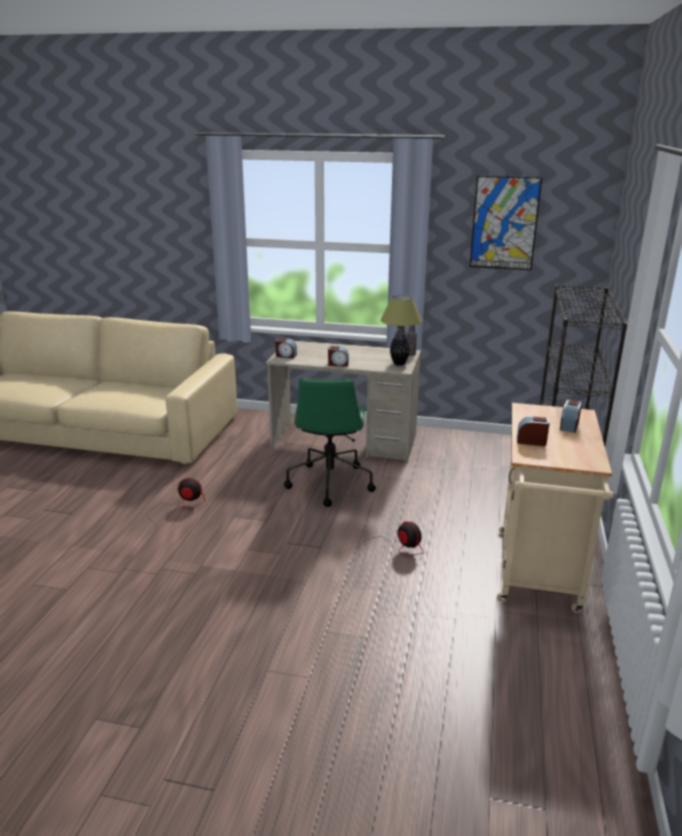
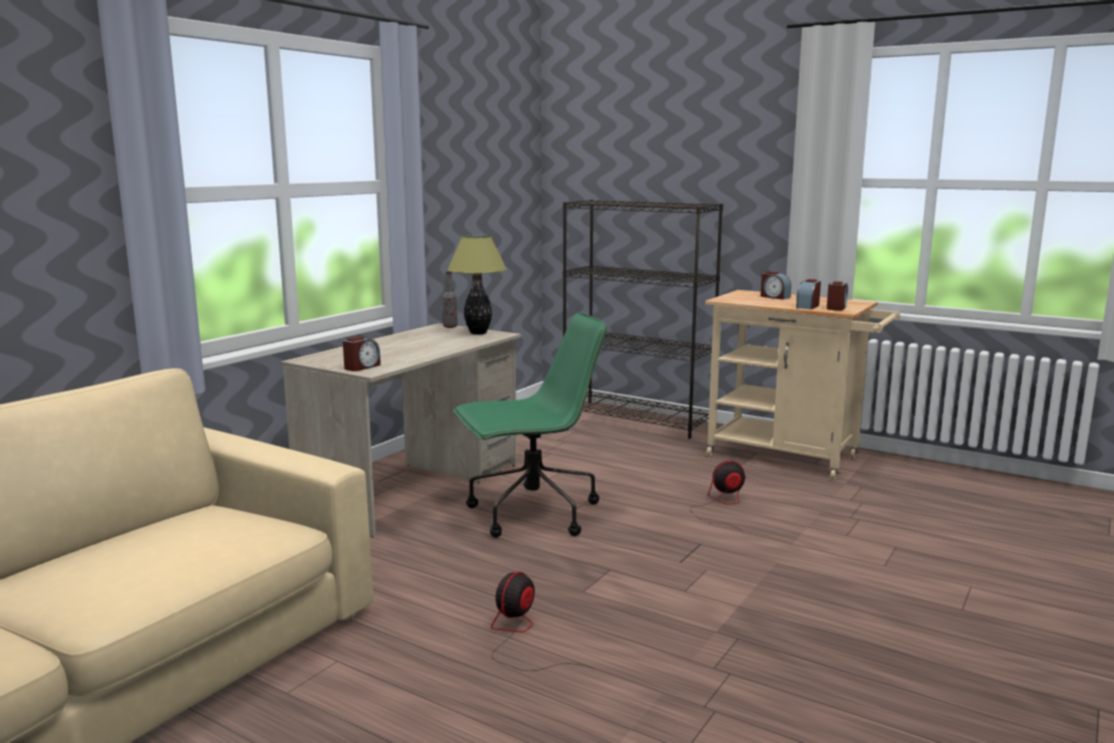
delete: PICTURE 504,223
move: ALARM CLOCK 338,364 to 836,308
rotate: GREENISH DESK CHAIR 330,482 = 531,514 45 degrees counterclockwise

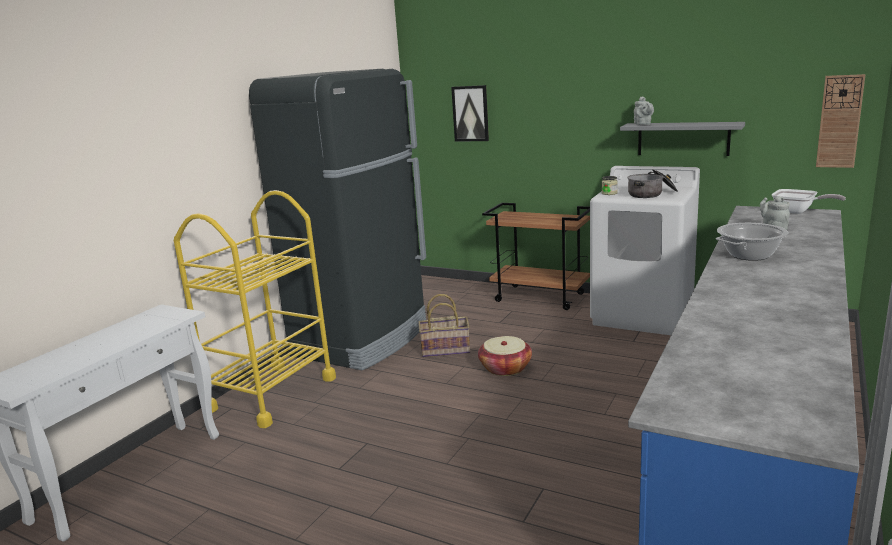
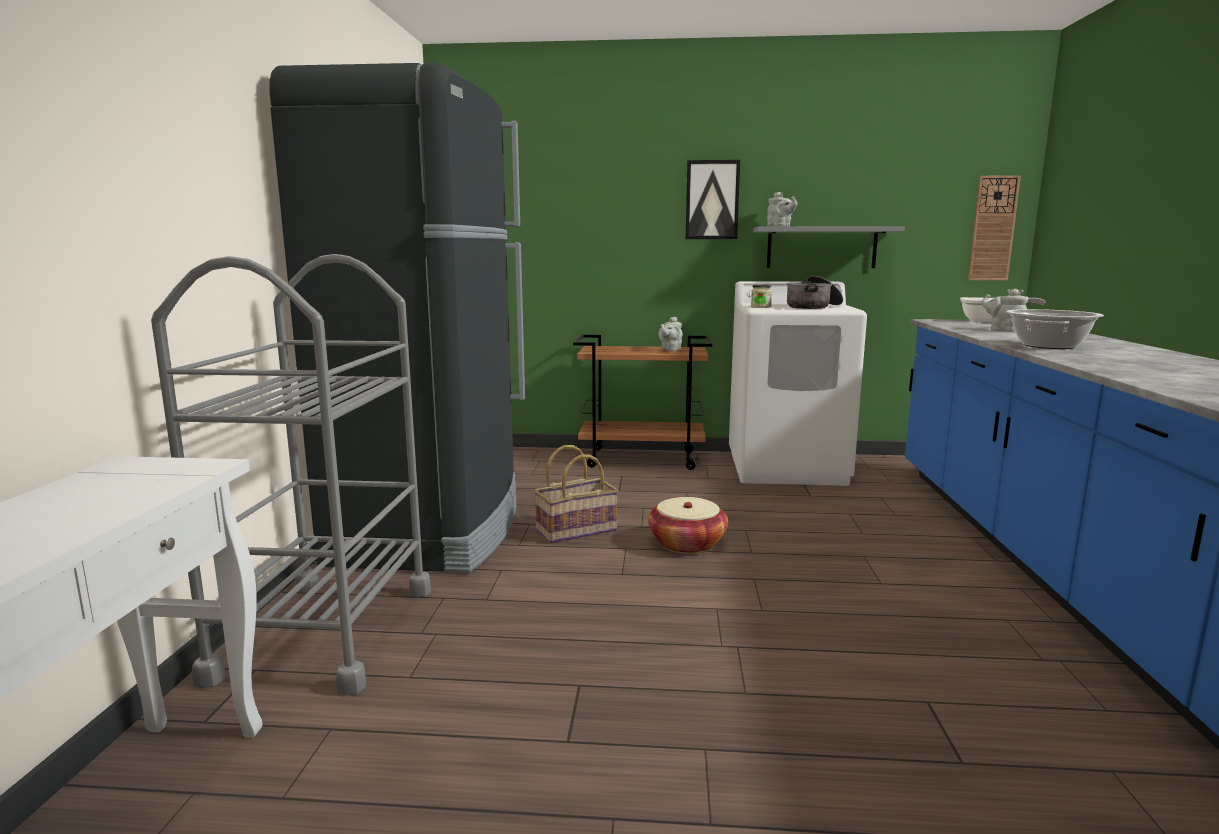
insert: GREY POT FOR TEA 670,350
move: PICTURE 470,113 to 712,200
recolor: YELLOWISH CART 272,394 to GREY CART 326,632

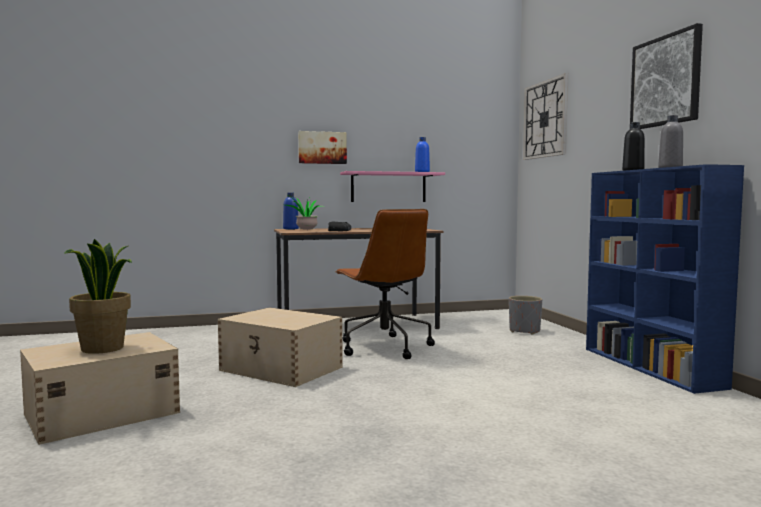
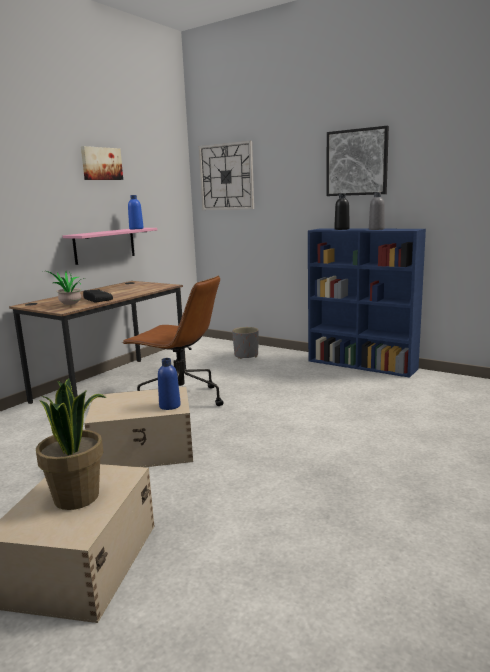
move: BLUE-COLOURED BOTTLE 290,228 to 170,406; PICTURE 322,147 to 101,163

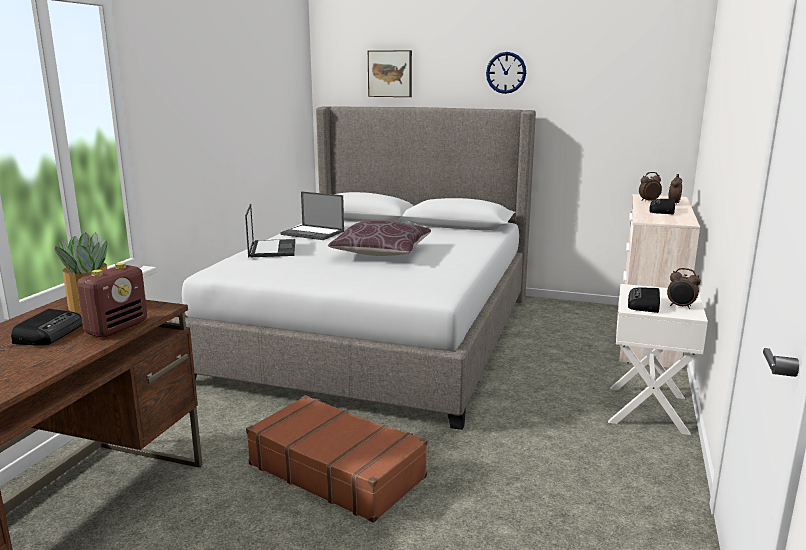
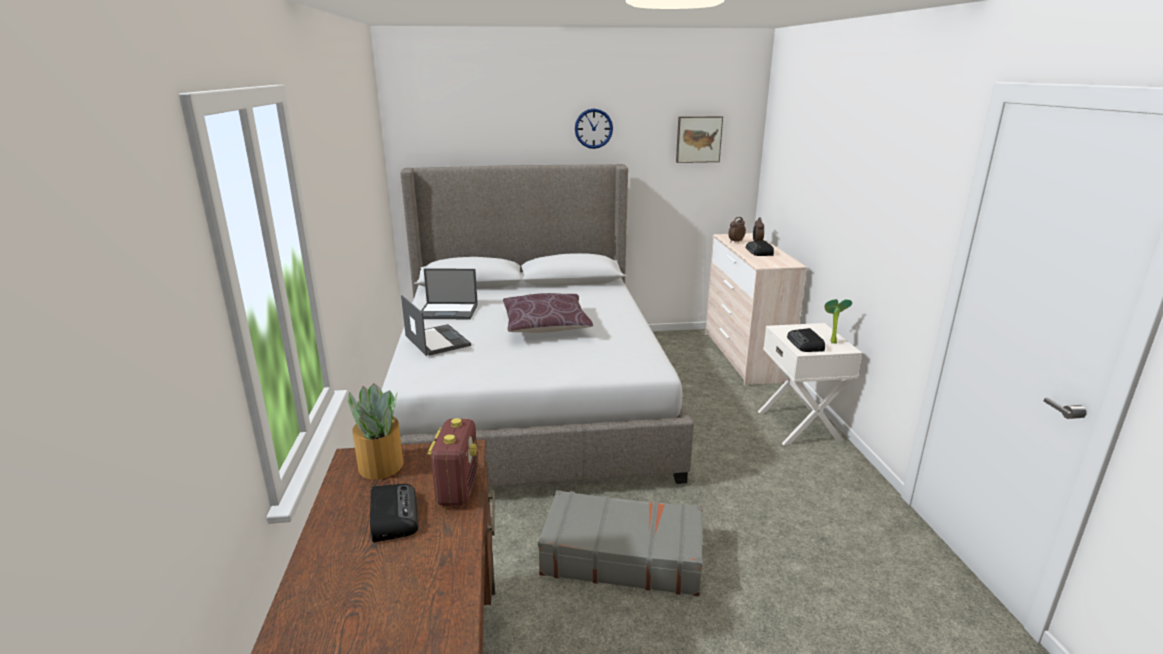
move: PICTURE 390,73 to 698,139
replace: ALARM CLOCK 681,307 to HOUSEPLANT 831,342
recolor: BROWNISH SUITCASE 337,470 to GREY SUITCASE 622,555

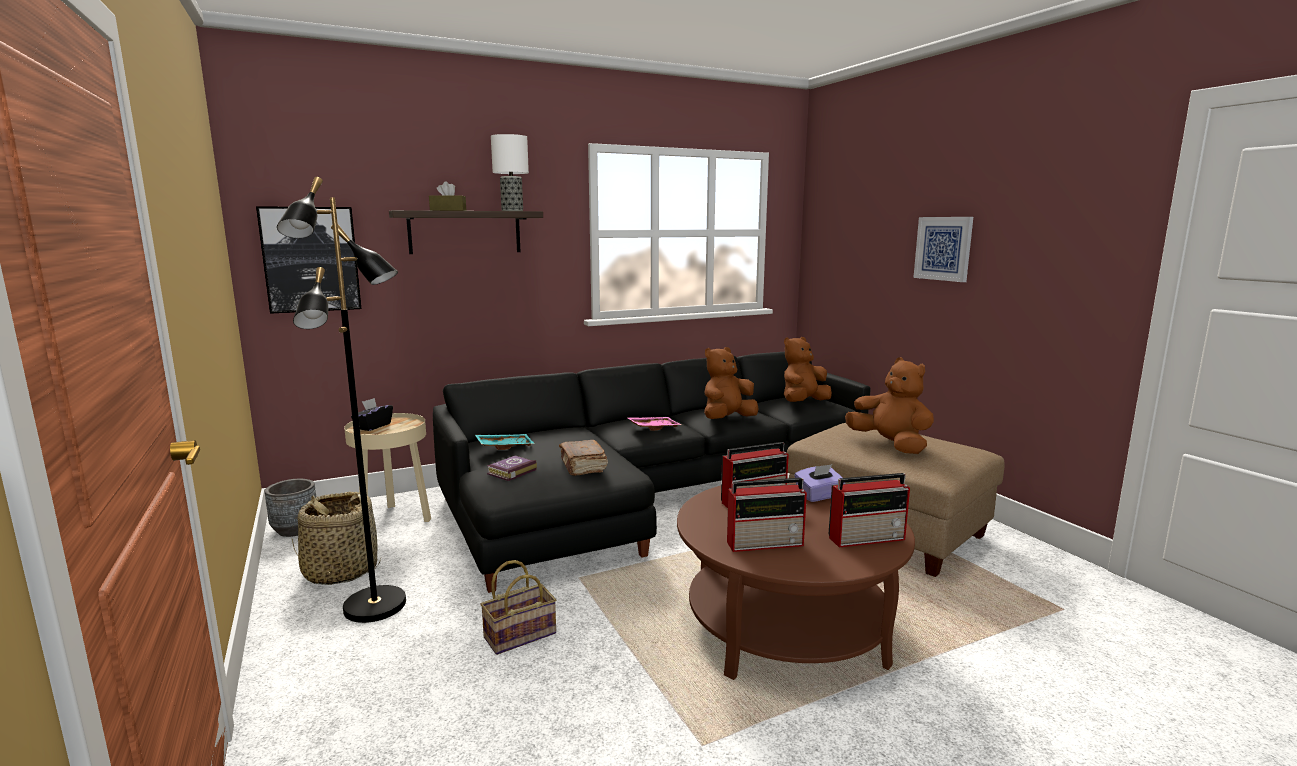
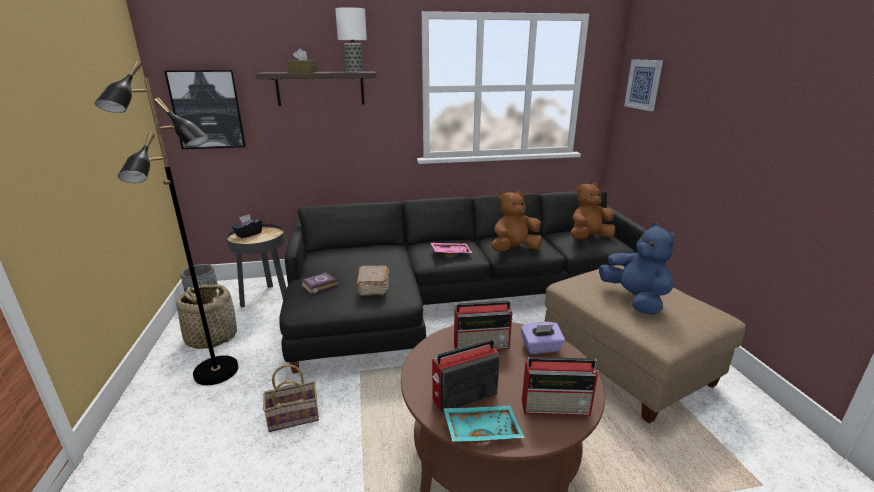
move: BLUE-GREEN SERVING TRAY 504,446 to 482,430; PICTURE 943,248 to 643,84
recolor: BEIGE END TABLE 394,519 to BLACKISH END TABLE 267,297; BROWNISH PLUSH TOY 890,445 to BLUE-COLOURED PLUSH TOY 634,299
rotate: RADIO RECEIVER 766,543 = 463,396 150 degrees clockwise

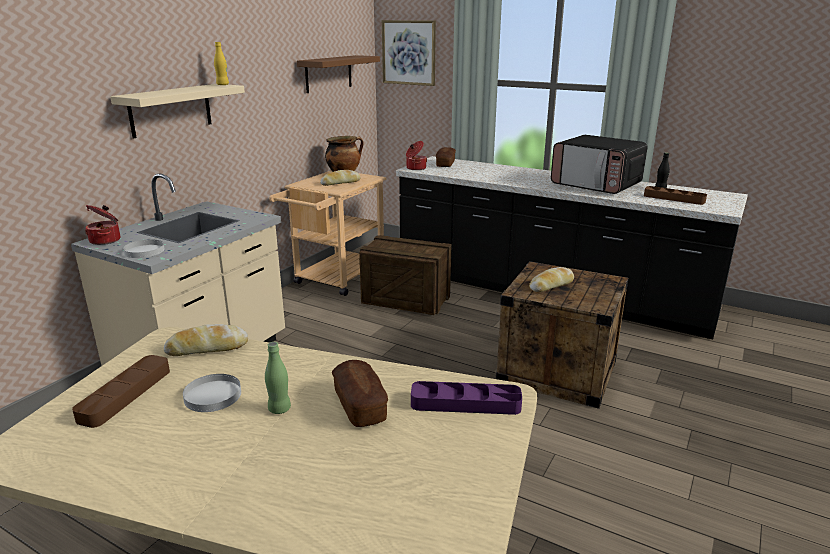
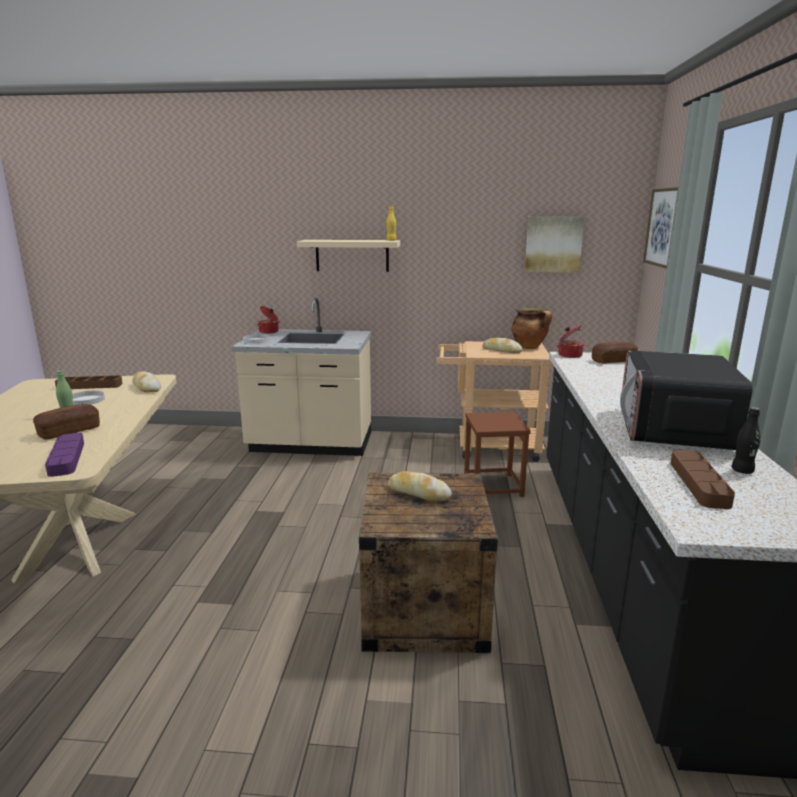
replace: BROWNISH BRACKET SHELF 328,73 to PICTURE 553,244; SHIPPING CRATE 405,299 to BROWNISH SITTING STOOL 492,486

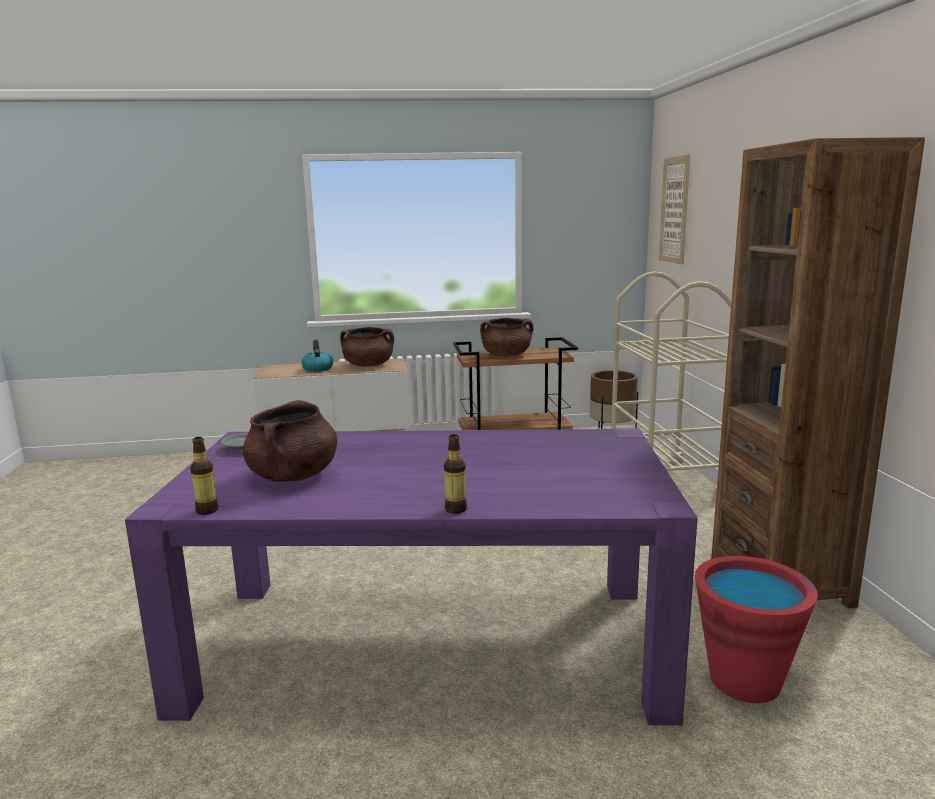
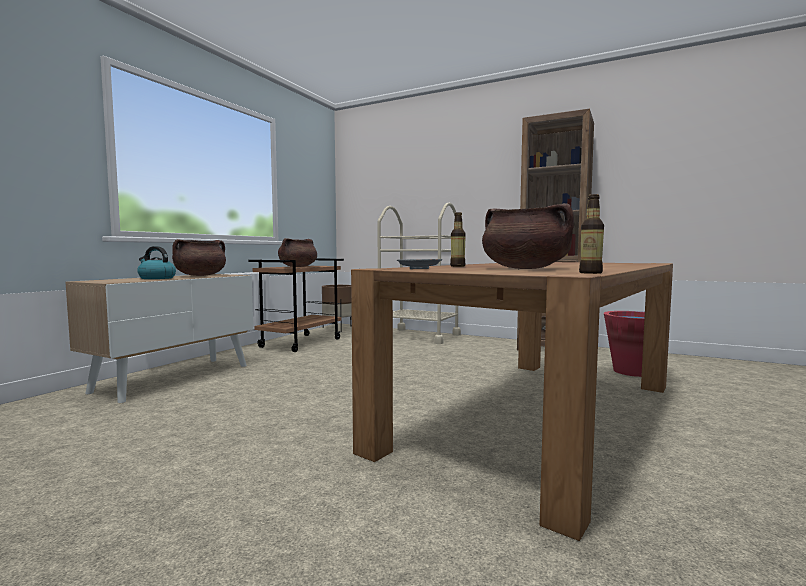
delete: PICTURE 674,210
move: BOTTLE 455,509 to 457,266
recolor: PURPLE-COLOURED KITCHEN TABLE 428,643 to BROWNISH KITCHEN TABLE 539,414

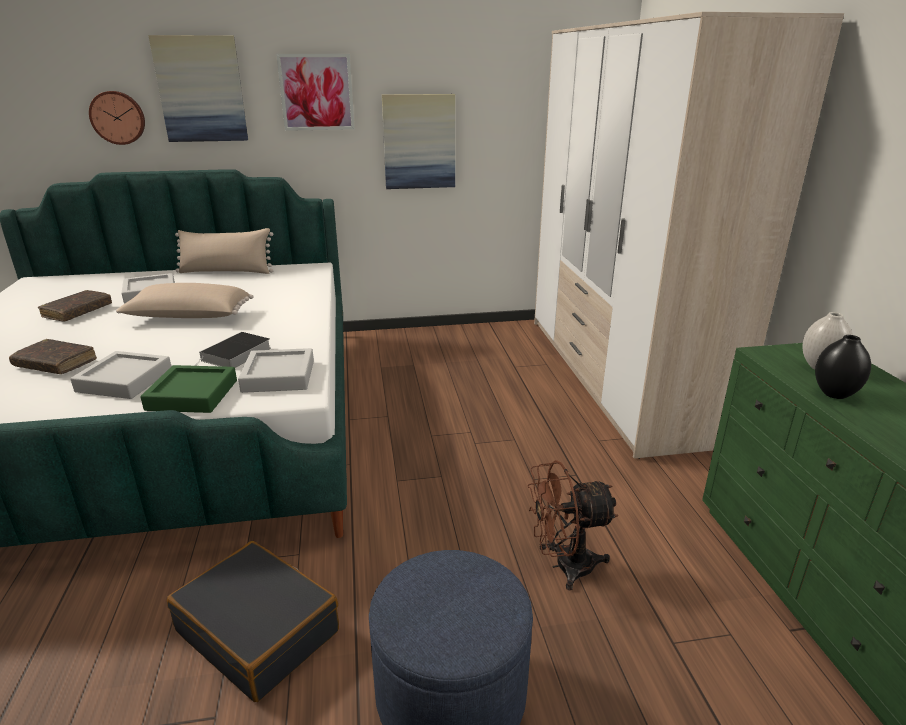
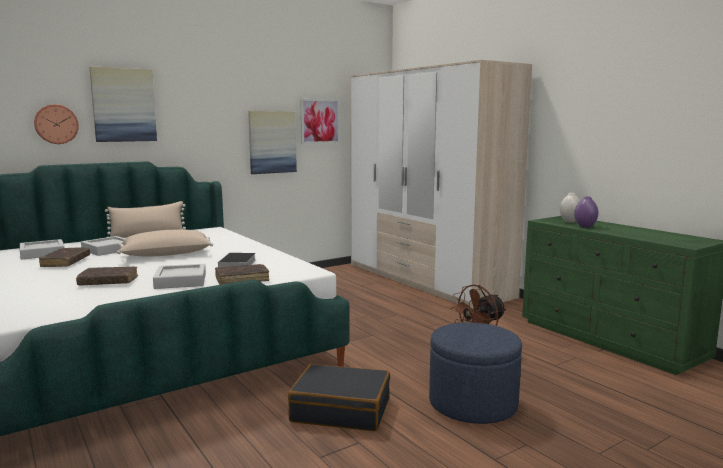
move: GREY SERVING TRAY 278,376 to 42,253; PICTURE 316,92 to 320,121
replace: GREENISH SERVING TRAY 192,395 to BROWNISH BOUND BOOK 242,280
recolor: BLACKISH DECORATIVE VASE 835,394 to PURPLE-COLOURED DECORATIVE VASE 585,227

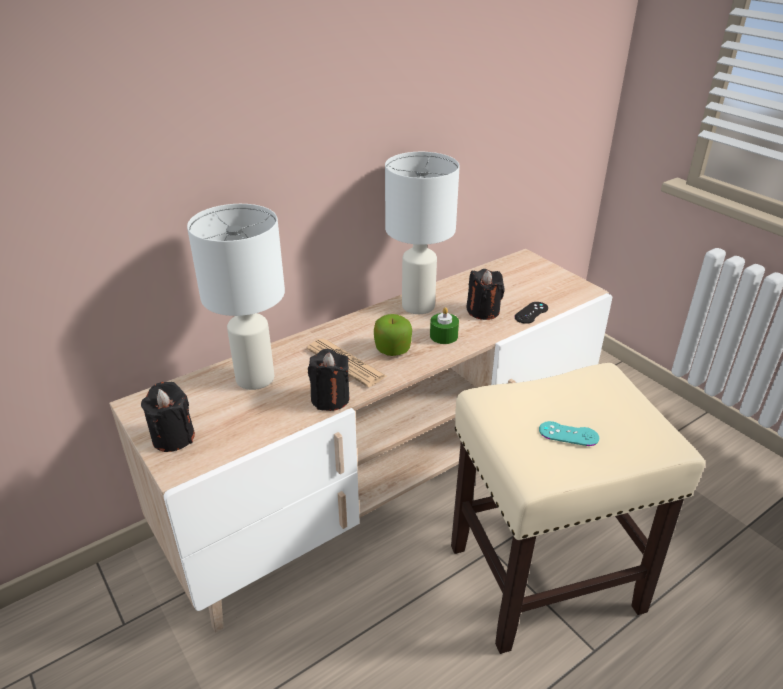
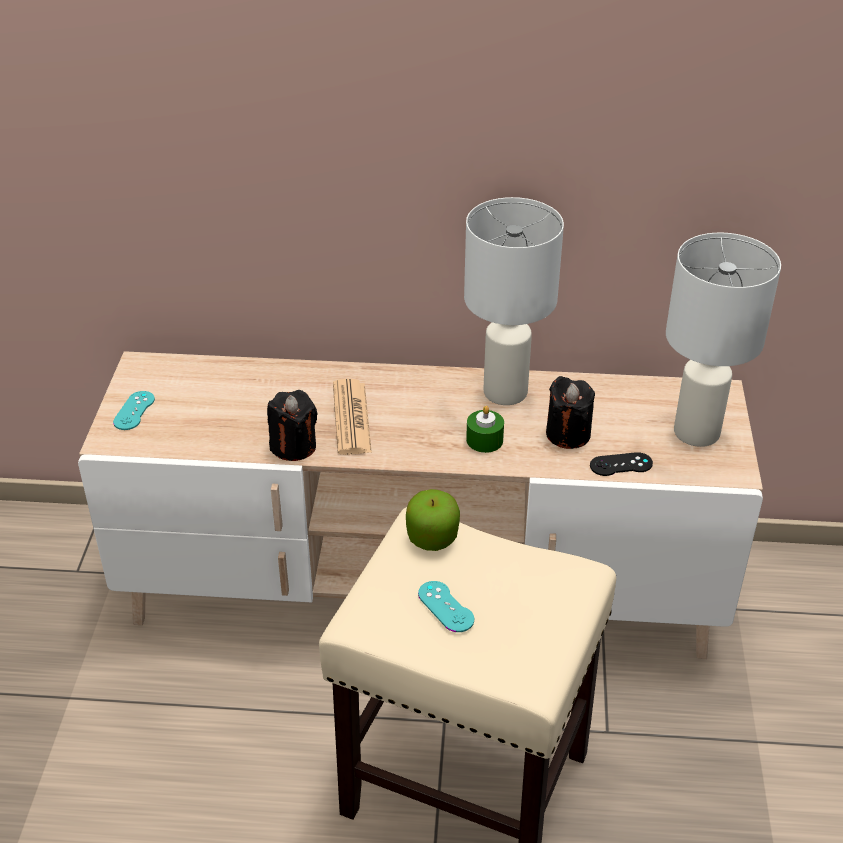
move: WHITISH LAMP FOR A TABLE 255,377 to 697,431; WHOLE APPLE 392,349 to 432,537
replace: BLACKISH WAX LIGHT 173,437 to BLUE-GREEN GAME CONTROLLER 134,411

